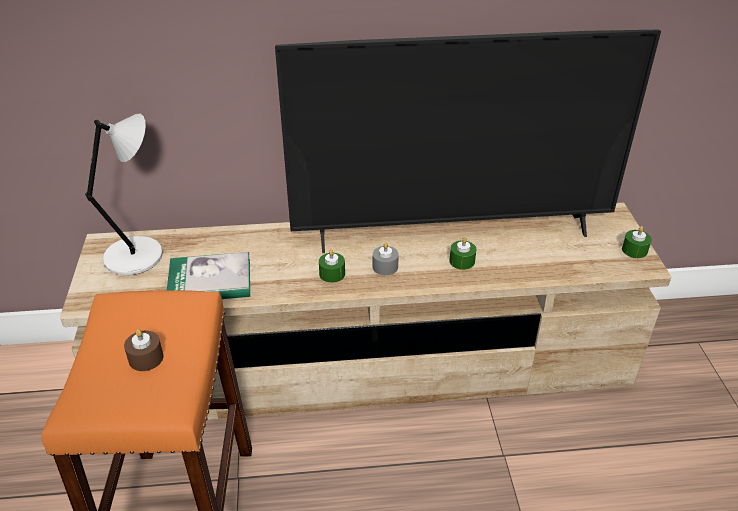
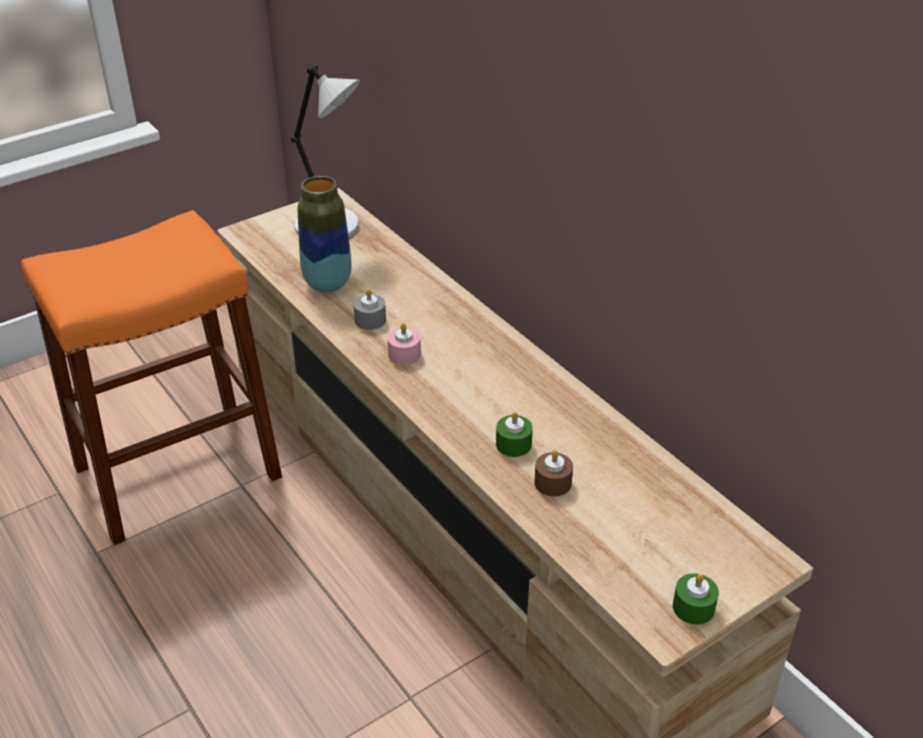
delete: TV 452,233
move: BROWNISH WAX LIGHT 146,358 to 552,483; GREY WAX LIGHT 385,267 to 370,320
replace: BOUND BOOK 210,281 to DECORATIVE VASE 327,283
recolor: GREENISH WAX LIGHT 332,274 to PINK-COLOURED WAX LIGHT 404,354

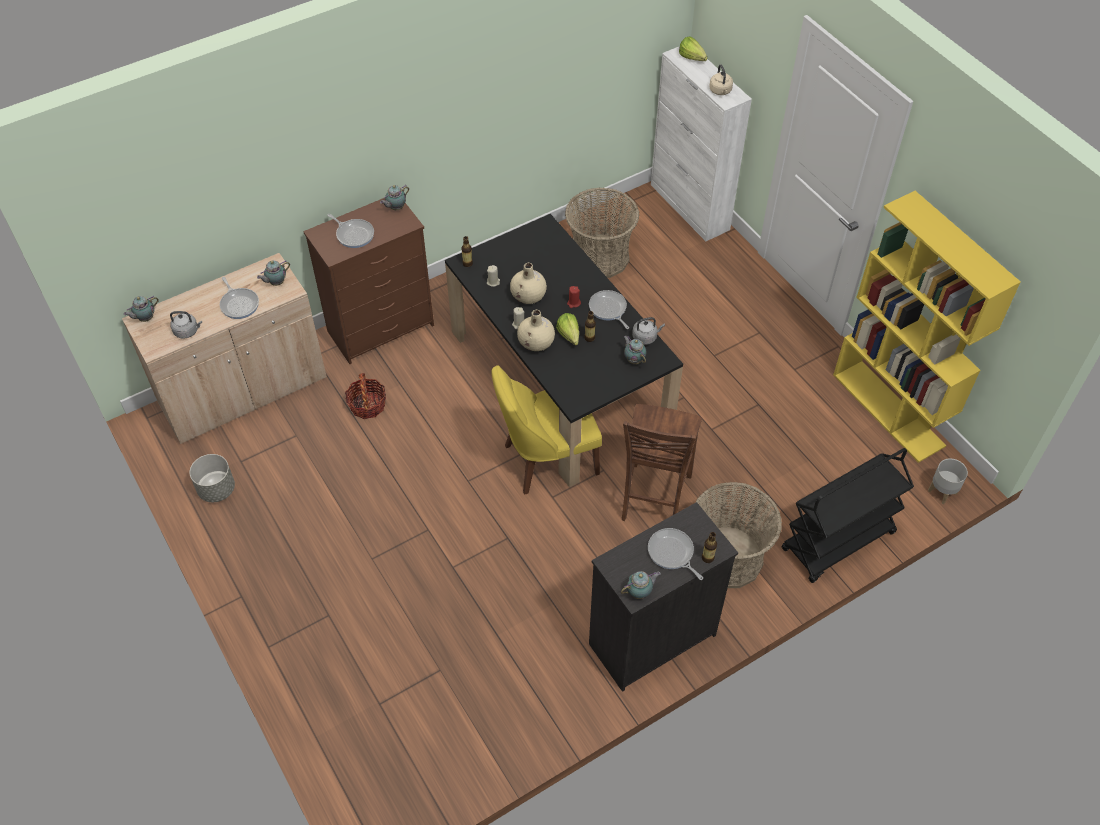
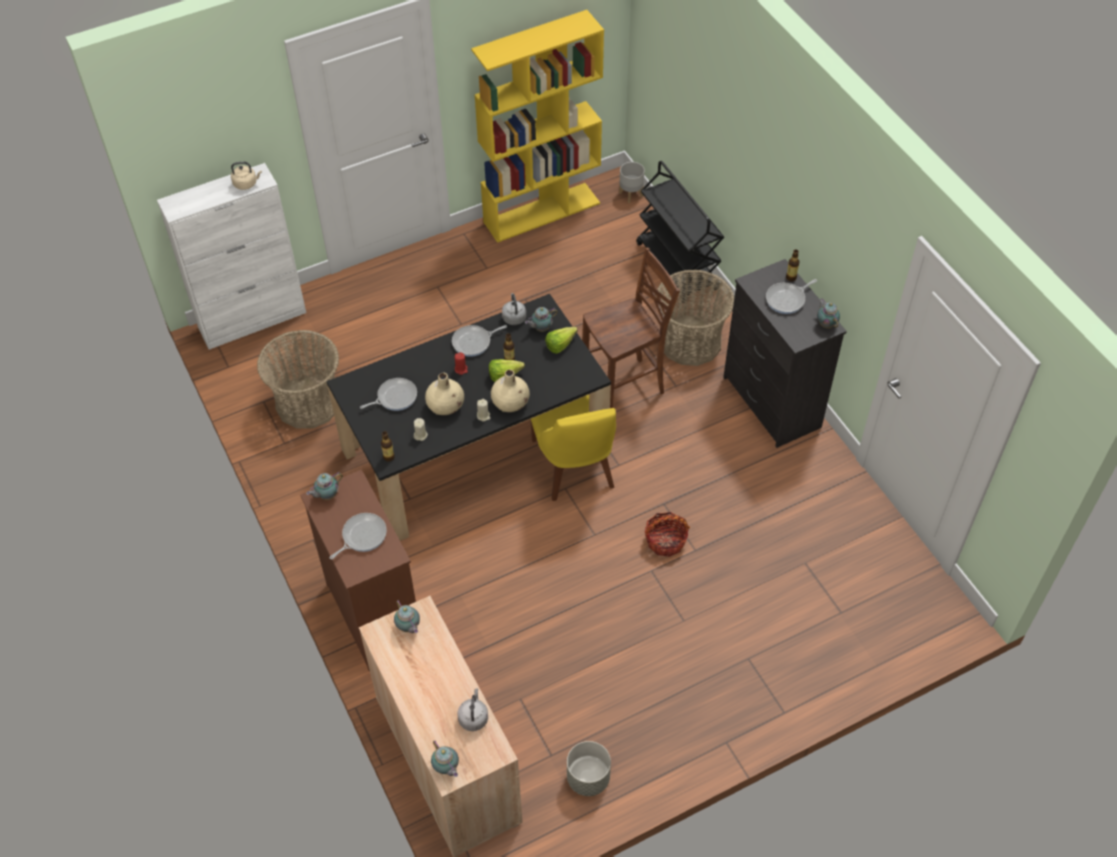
move: PAN 239,304 to 395,397; BASKET 367,405 to 665,541; LETTUCE HEAD 693,59 to 563,344
rotate: POT FOR TEA 396,208 = 326,495 90 degrees clockwise; BROWNISH CHAIR 653,498 = 625,387 45 degrees counterclockwise

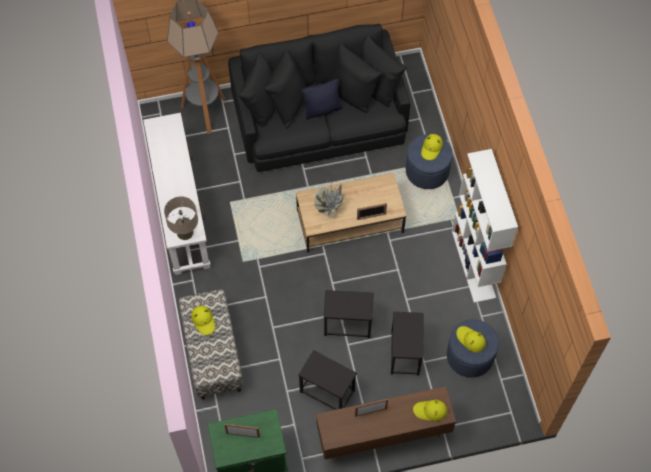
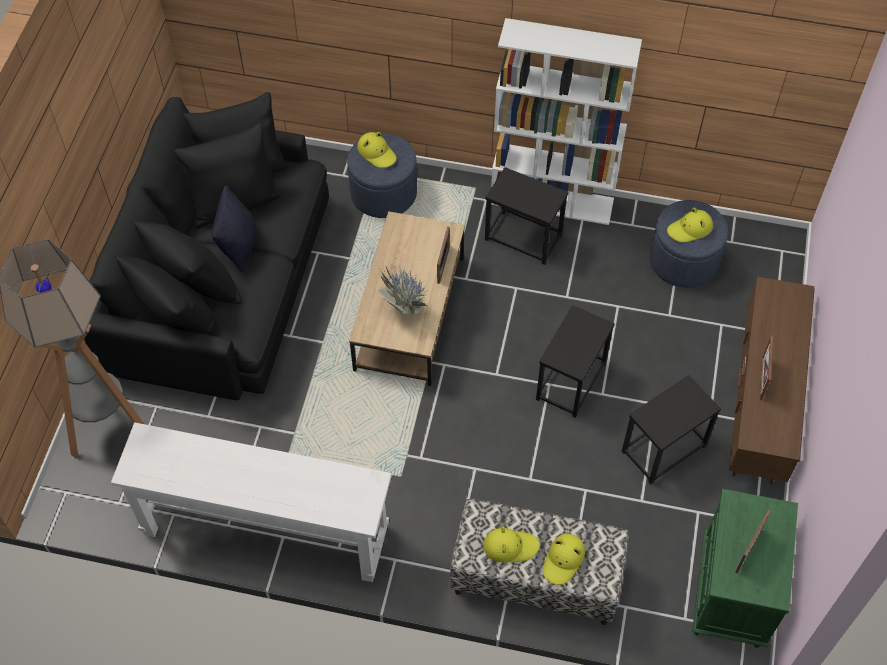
delete: BEIGE LAMP FOR A TABLE 185,232
move: BLACKISH END TABLE 404,353 to 522,238; YELLOWISH CLOTHING HAT 430,411 to 563,560

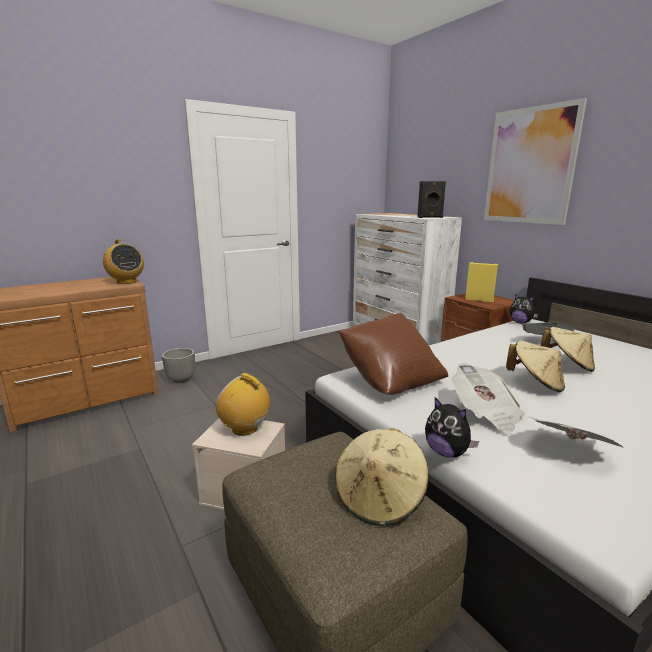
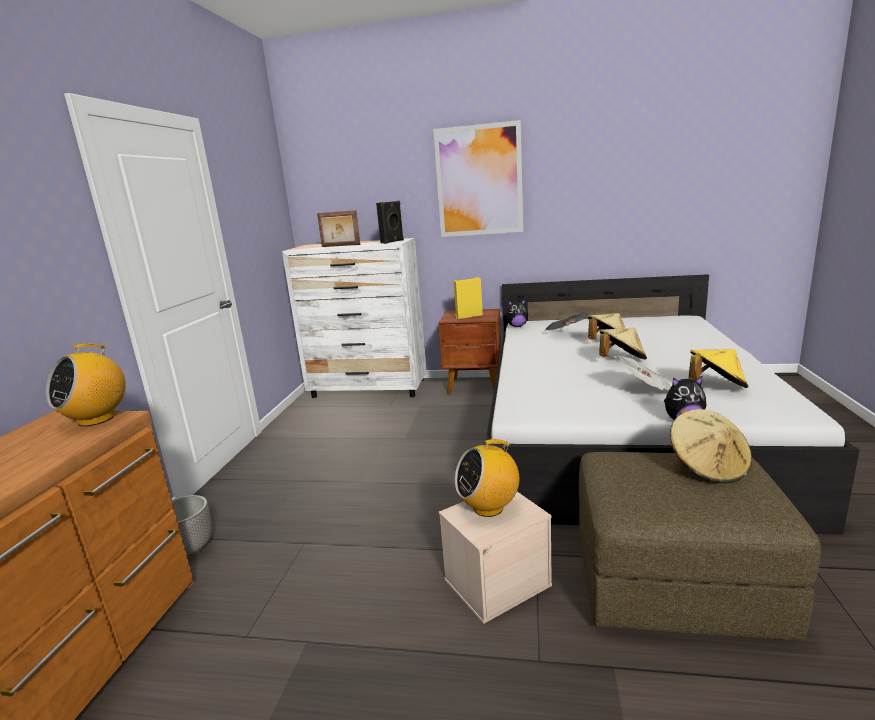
delete: BROWNISH PILLOW 391,381
insert: PHOTO FRAME 340,246
replace: PRINTED PAPER 570,451 to YELLOWISH CLOTHING HAT 716,387
rotate: RADIO RECEIVER 126,282 = 97,419 120 degrees clockwise

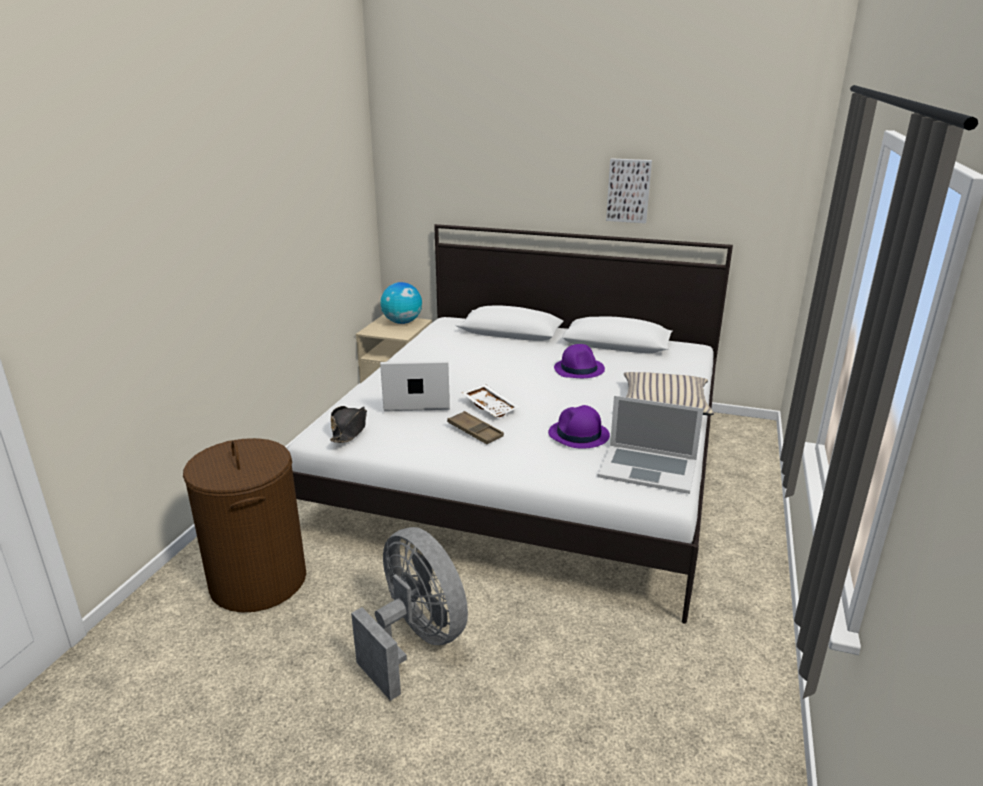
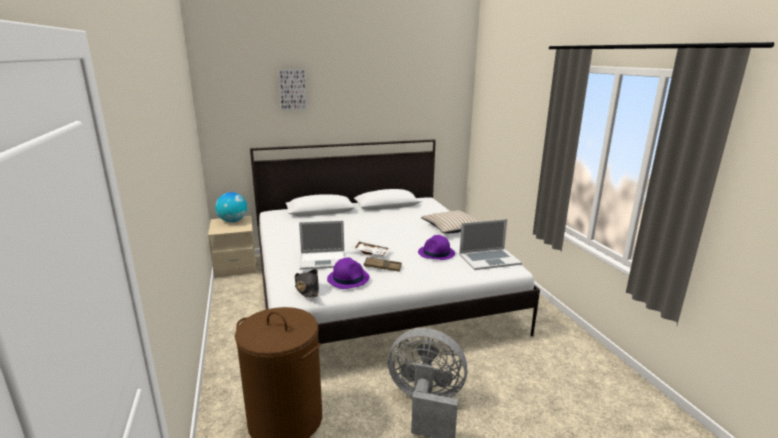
move: PURPLE-COLOURED CLOTHING HAT 579,369 to 348,278; PICTURE 628,190 to 292,89
rotate: LAPTOP 416,400 = 324,260 150 degrees counterclockwise

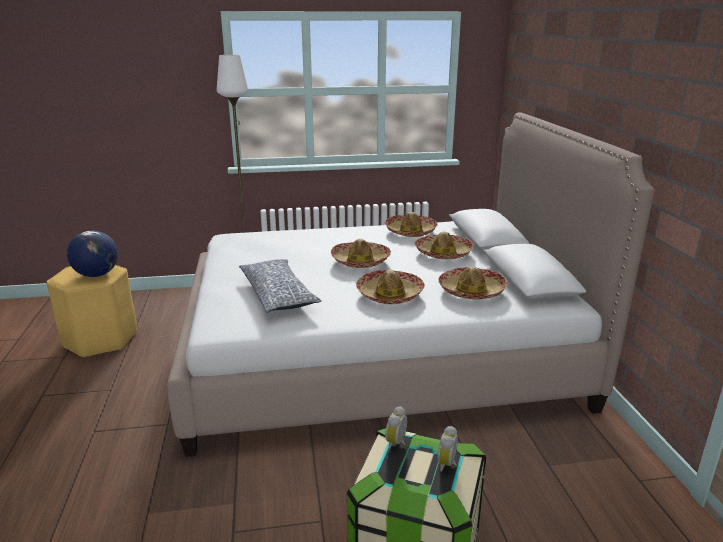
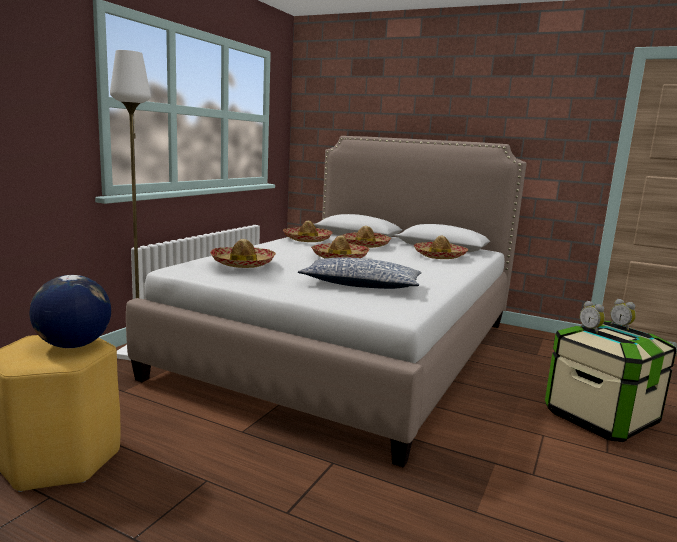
move: CLOTHING HAT 390,294 to 242,263

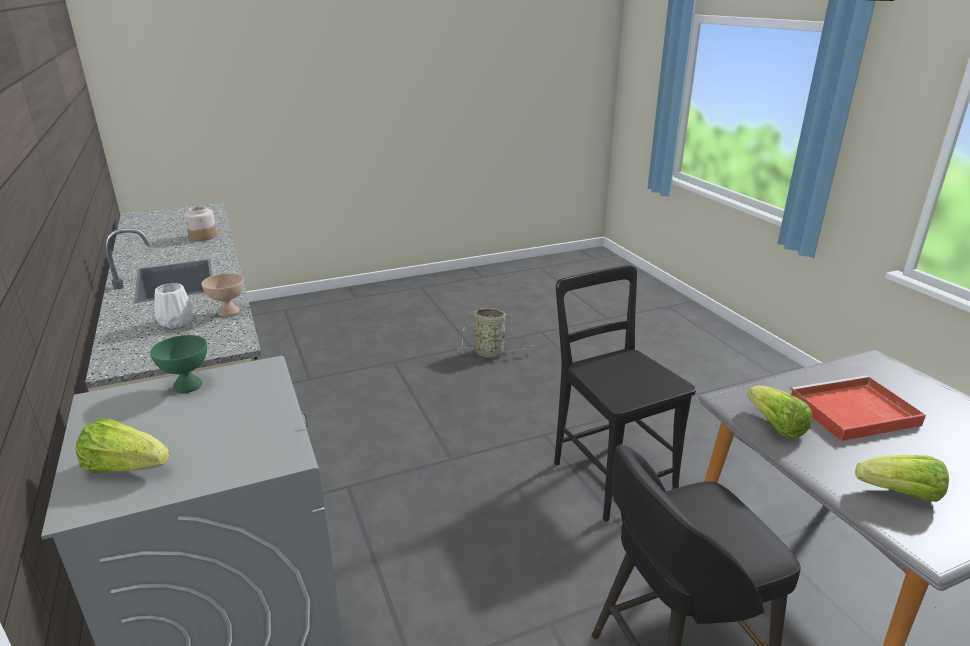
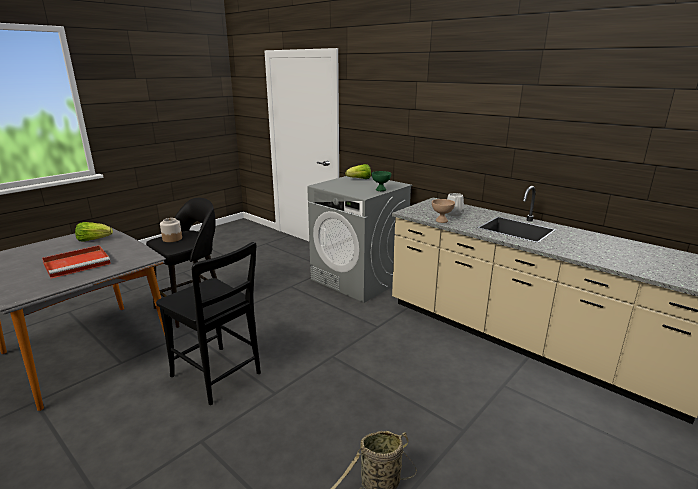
delete: LETTUCE HEAD 775,426
move: JAR 203,236 to 172,239

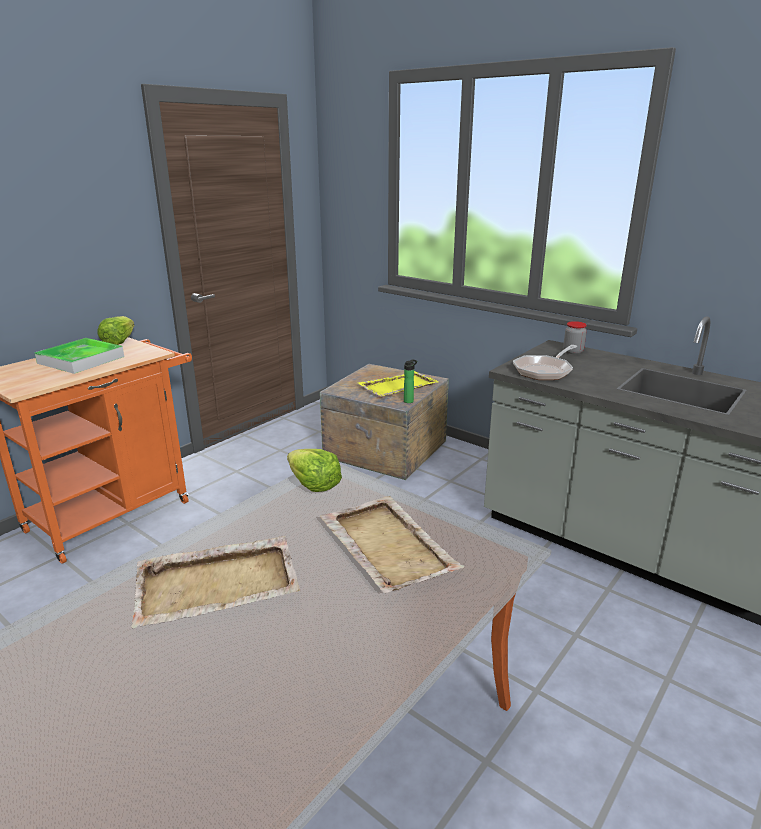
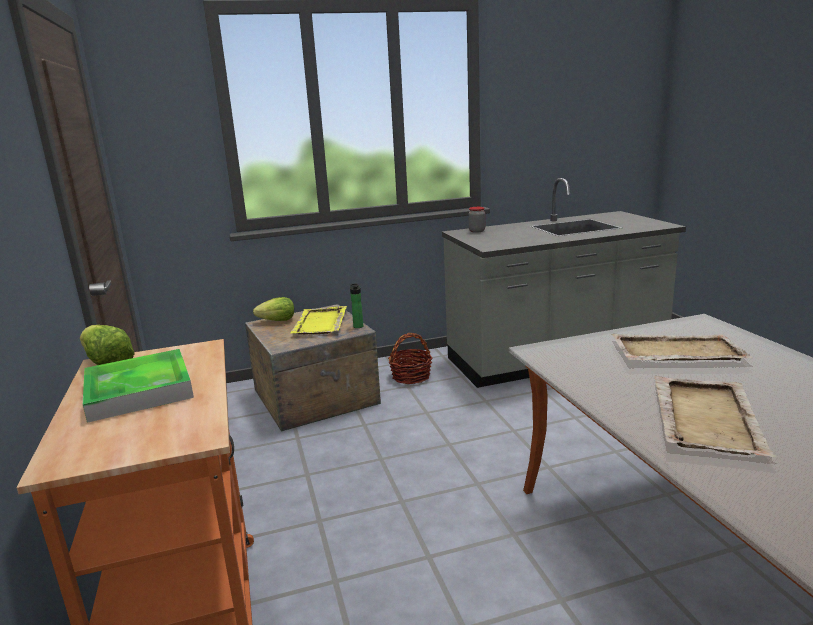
delete: PAN 544,371
insert: BASKET 411,376
move: LETTUCE HEAD 314,484 to 277,320

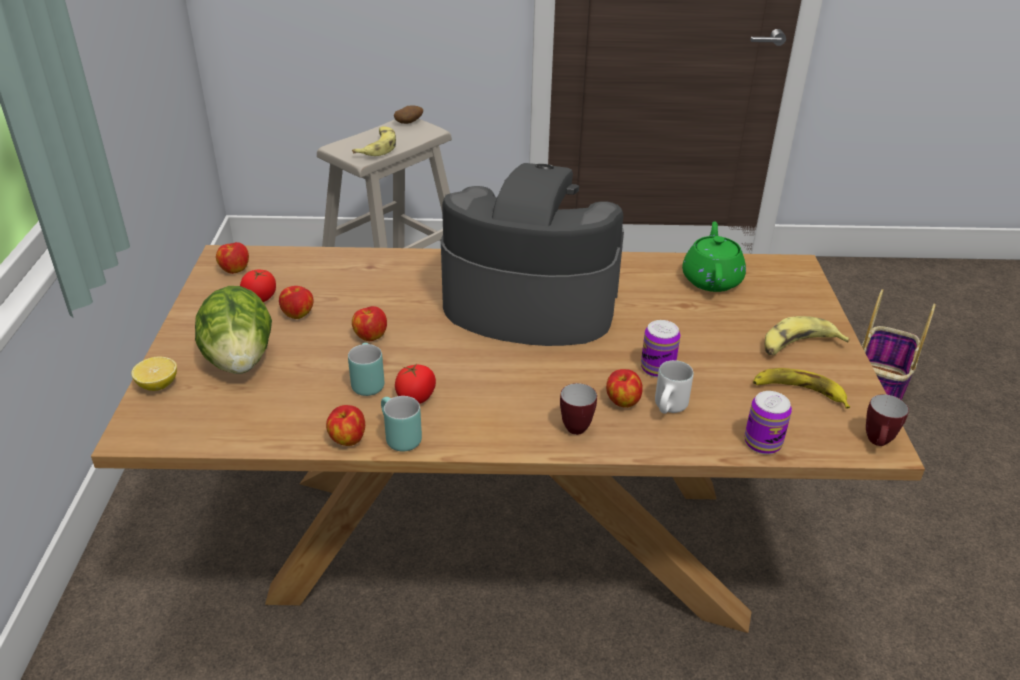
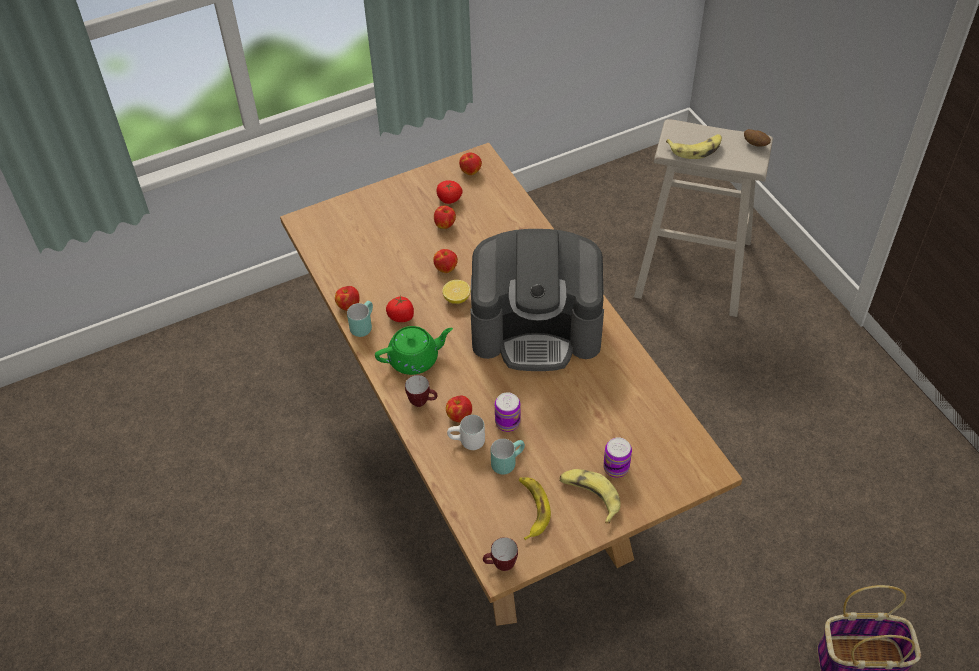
delete: LETTUCE HEAD 240,360
move: WHOLE LEMON 158,385 to 457,298; BLUE-GREEN MUG 365,382 to 507,461; GREENISH POT FOR TEA 711,279 to 415,359; METAL CAN 762,443 to 616,467
rotate: COFFEE MAKER 529,303 = 537,327 105 degrees clockwise

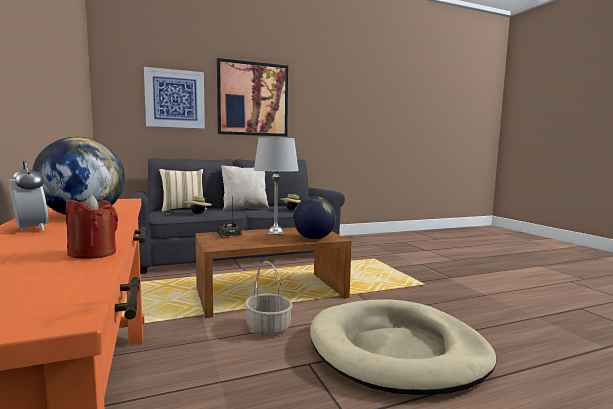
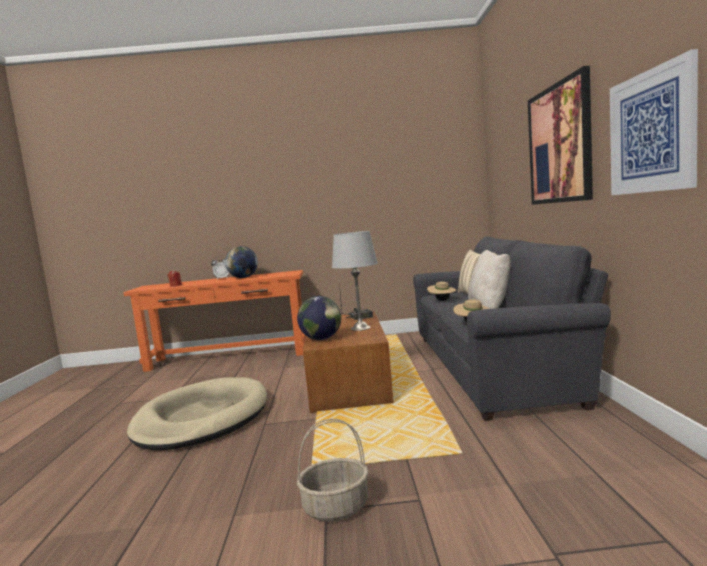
move: PICTURE 175,99 to 651,132; BASKET 267,327 to 336,506

